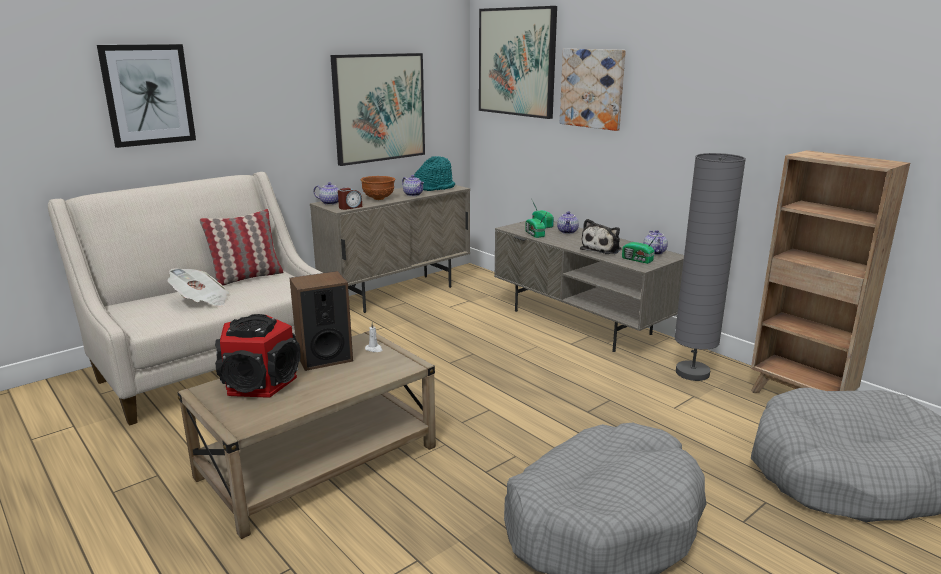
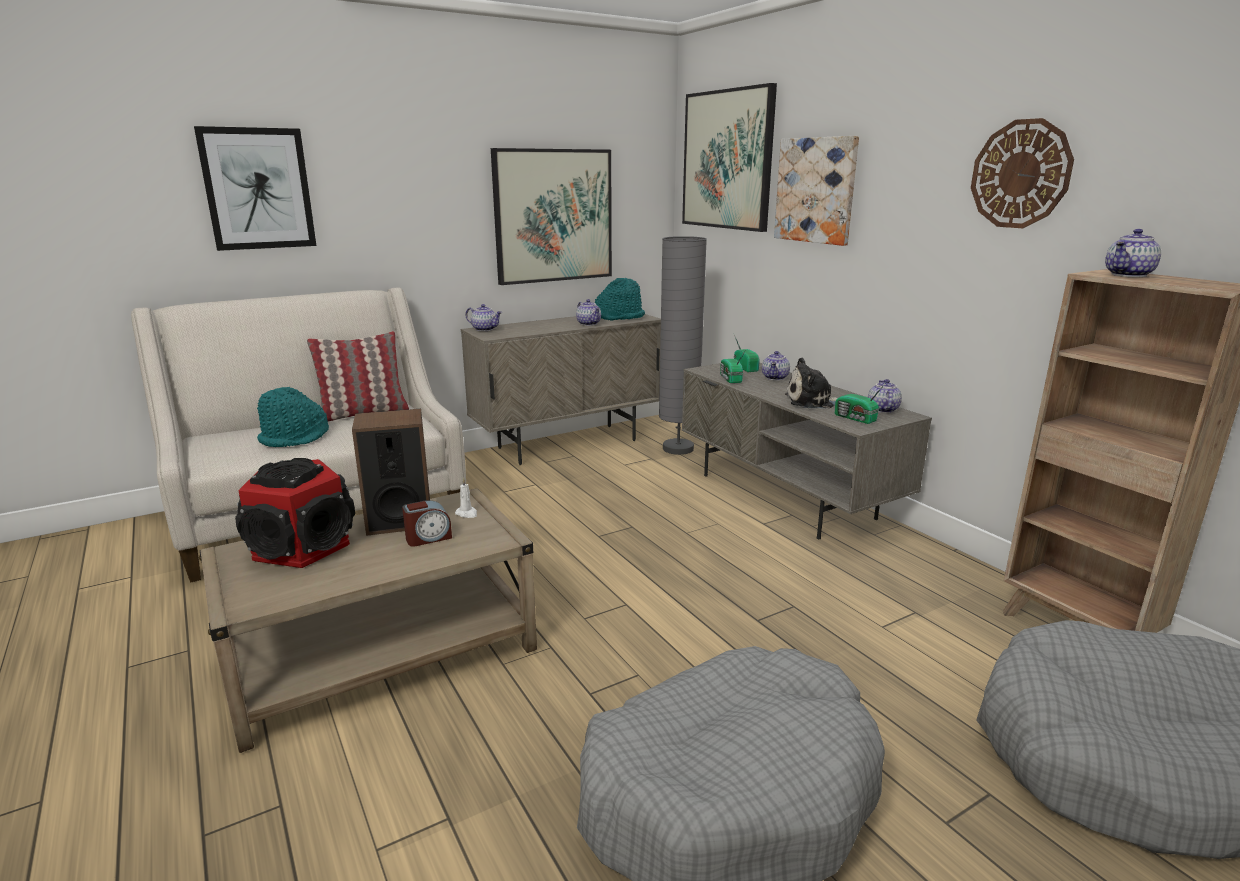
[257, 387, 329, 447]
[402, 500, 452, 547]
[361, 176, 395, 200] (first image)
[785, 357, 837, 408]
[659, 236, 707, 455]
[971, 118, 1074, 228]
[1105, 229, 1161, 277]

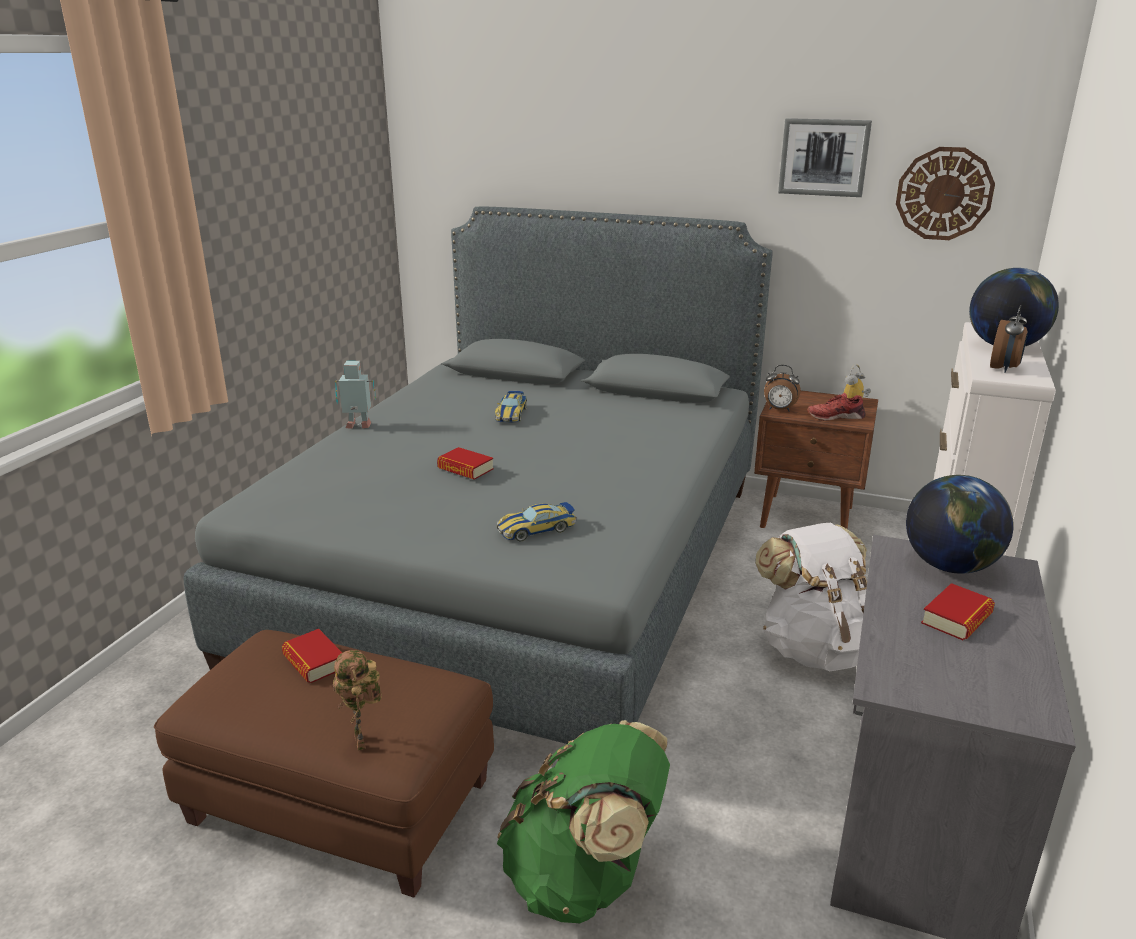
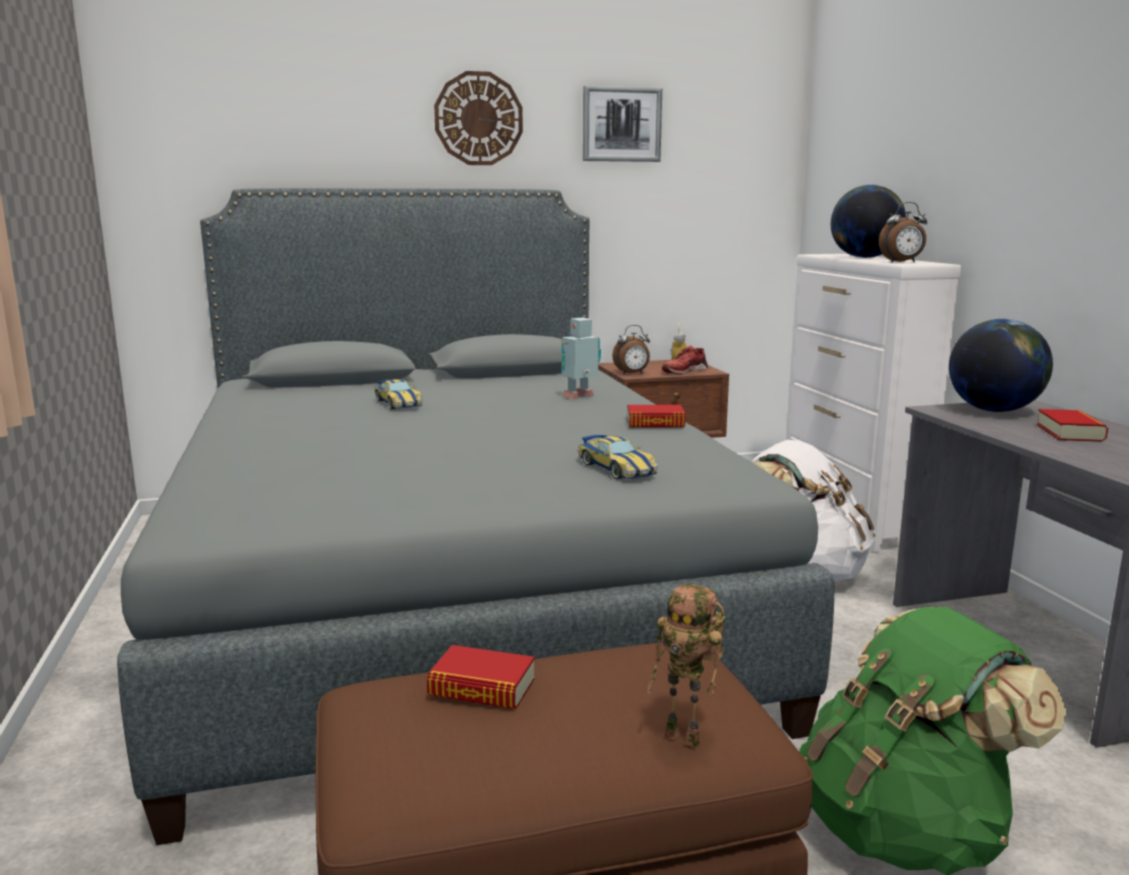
[561, 317, 601, 399]
[627, 405, 685, 427]
[578, 435, 658, 479]
[434, 71, 523, 165]
[879, 202, 927, 262]

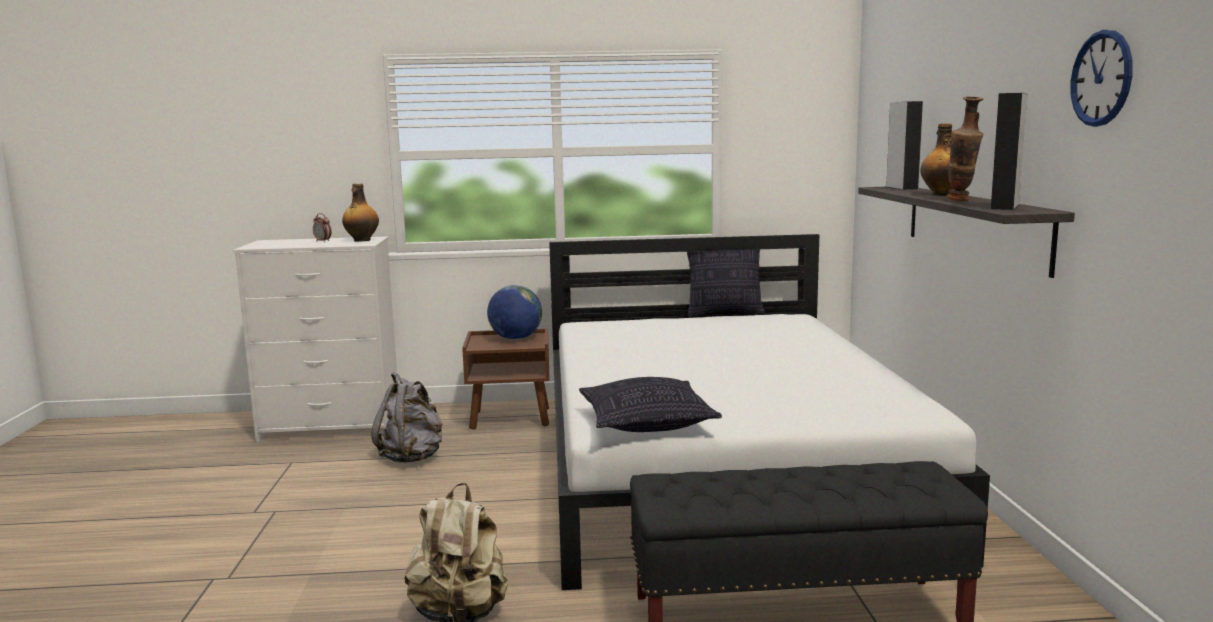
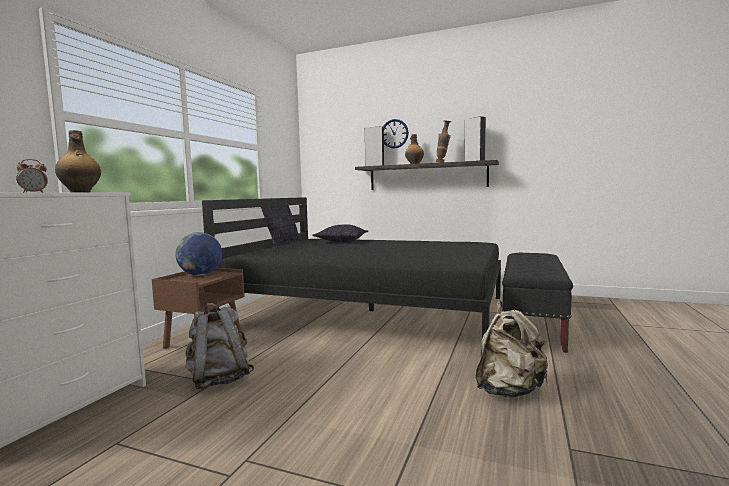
[202, 197, 501, 338]
[312, 224, 368, 242]
[383, 119, 409, 149]

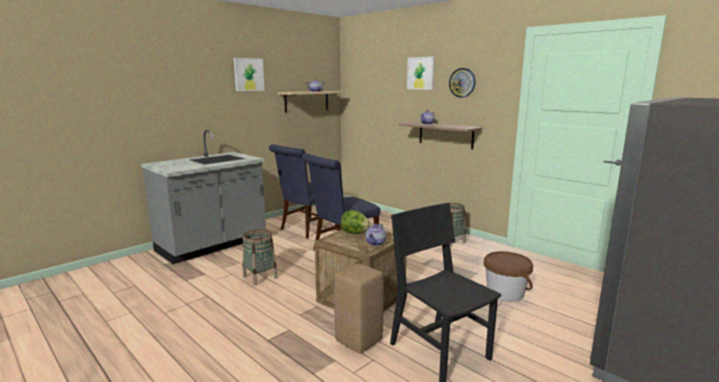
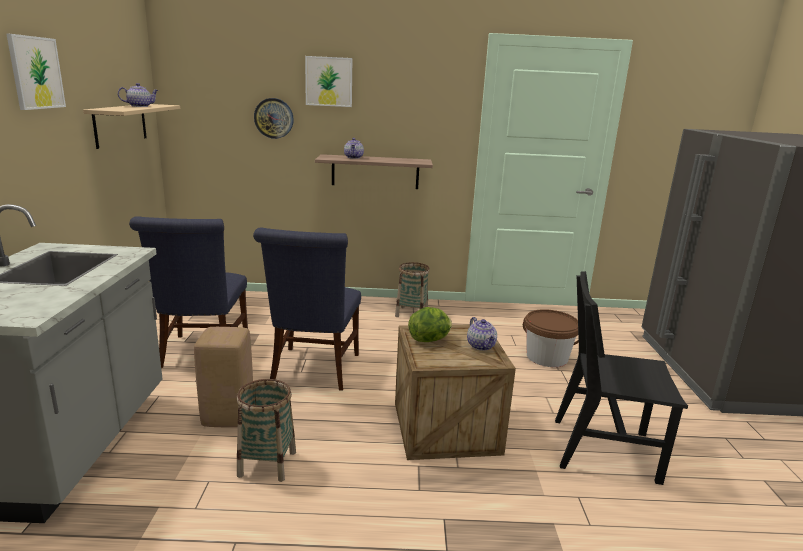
[194, 327, 253, 428]
[254, 98, 294, 139]

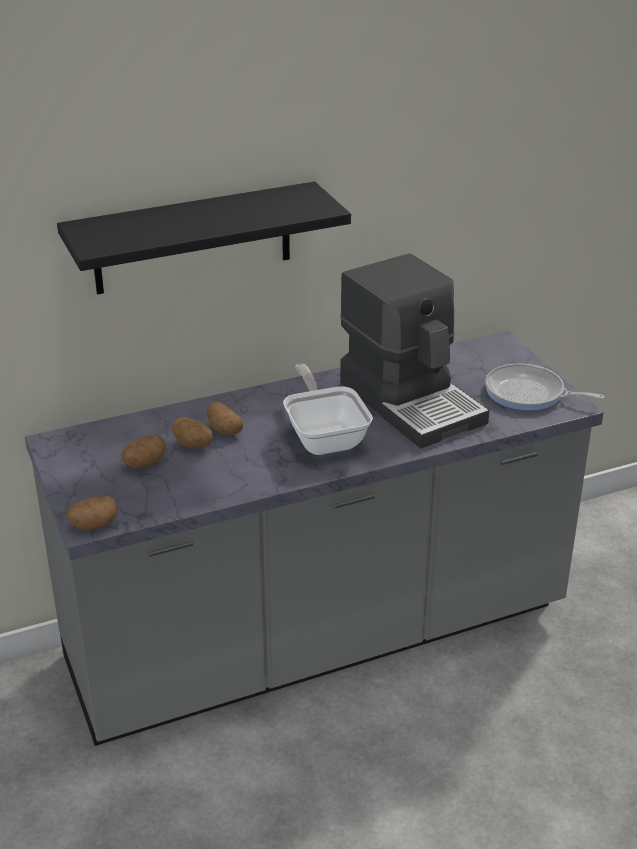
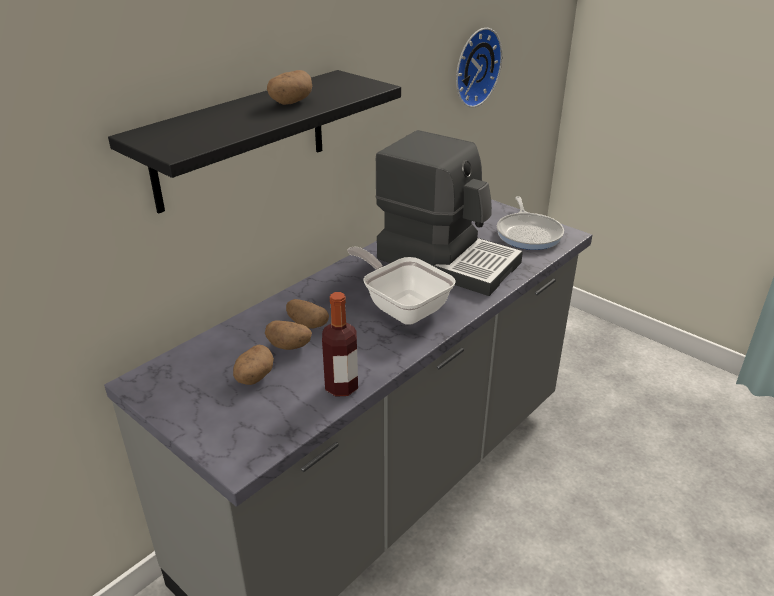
[267, 70, 312, 105]
[497, 196, 564, 250]
[322, 292, 358, 397]
[456, 28, 502, 108]

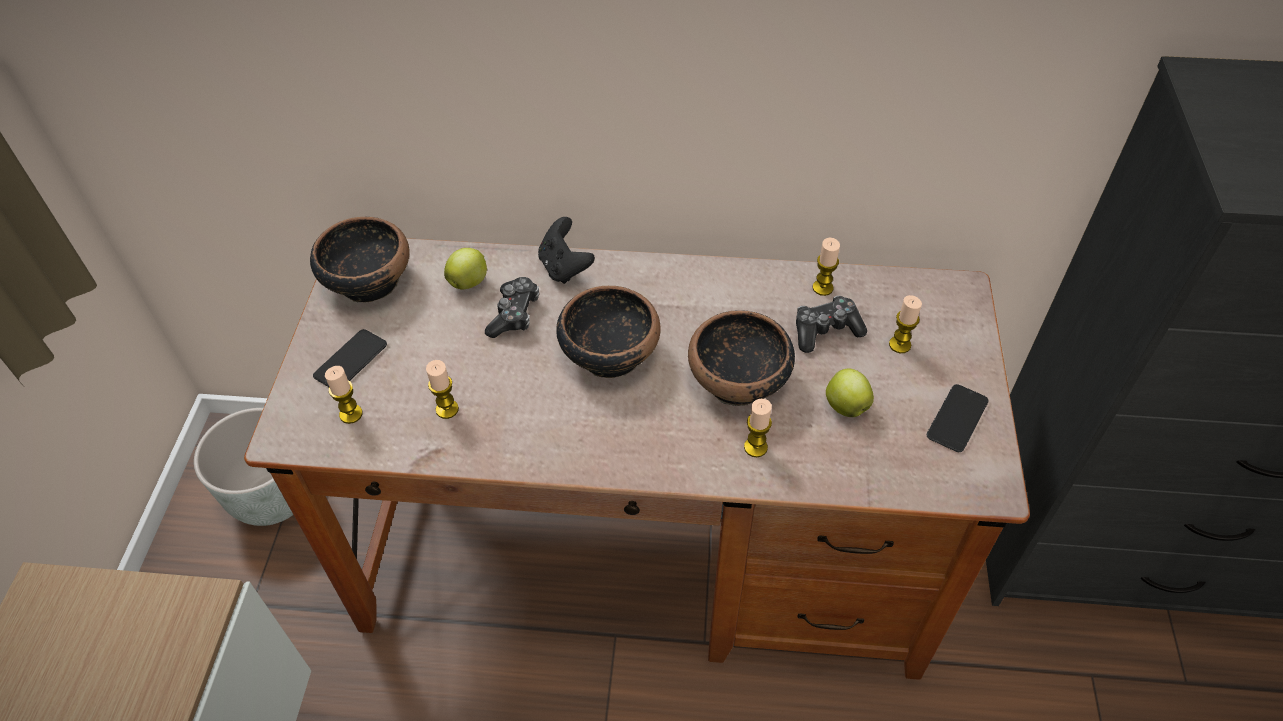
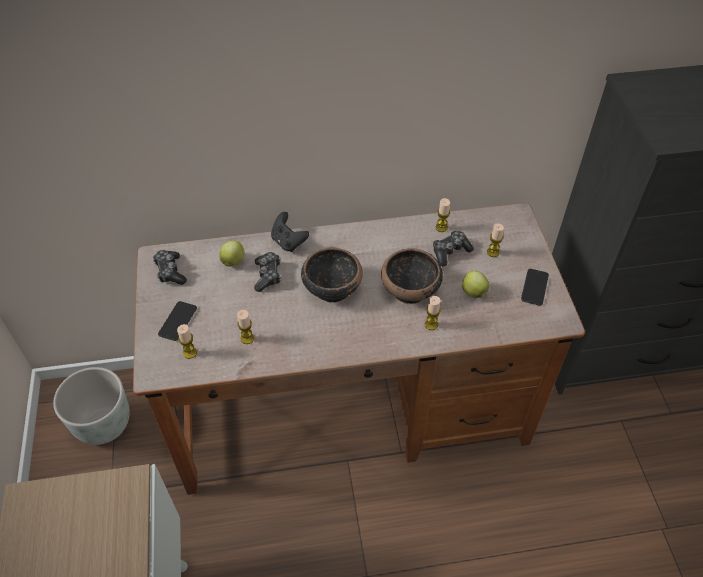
[152, 250, 187, 285]

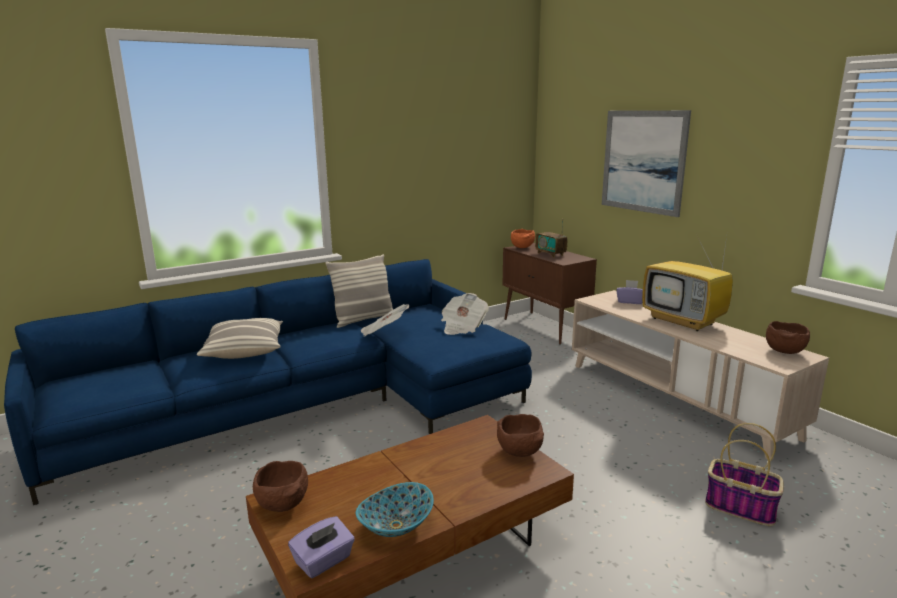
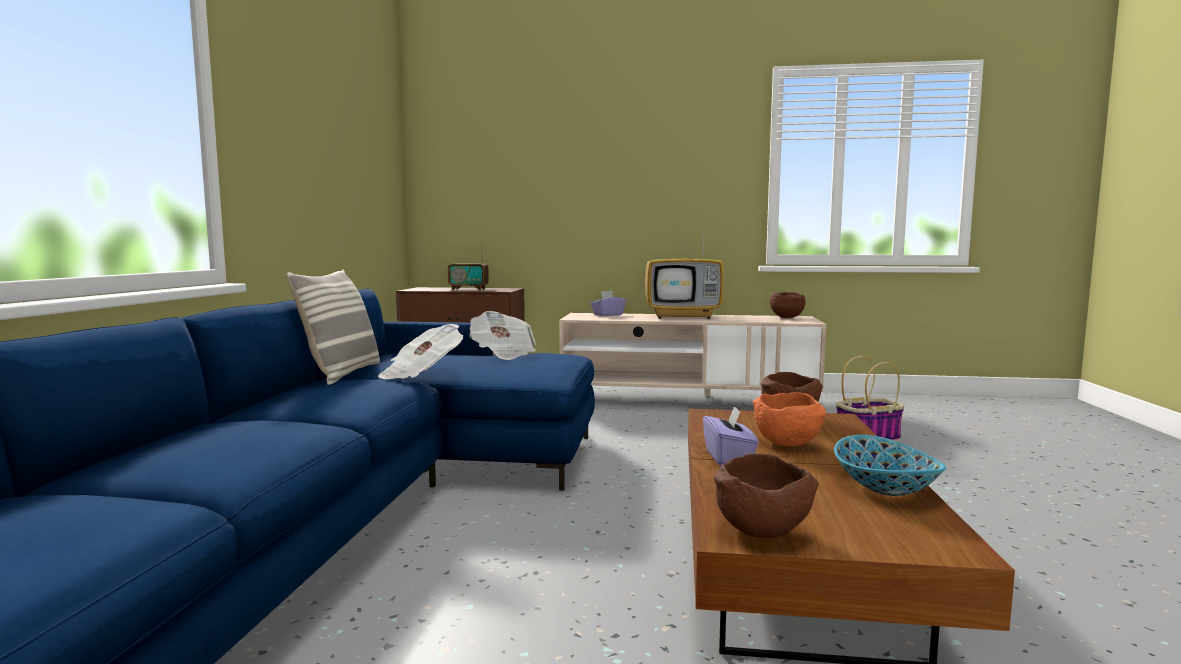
[197, 318, 283, 359] (first image)
[703, 405, 759, 466]
[753, 392, 826, 446]
[602, 110, 691, 217] (first image)

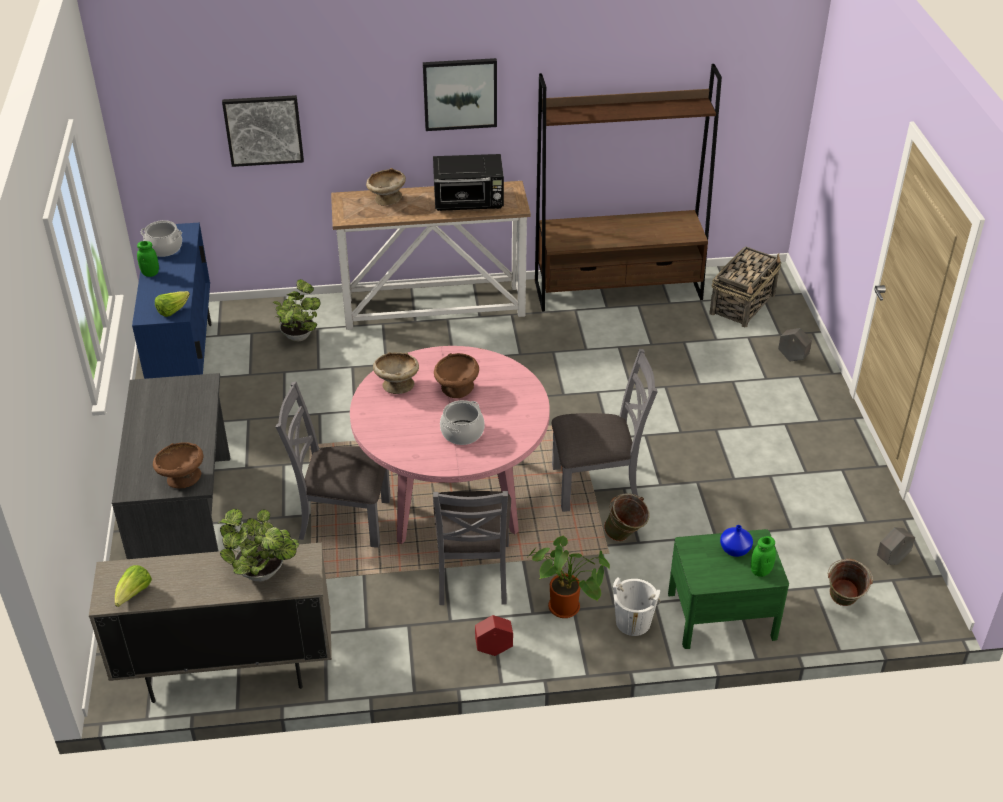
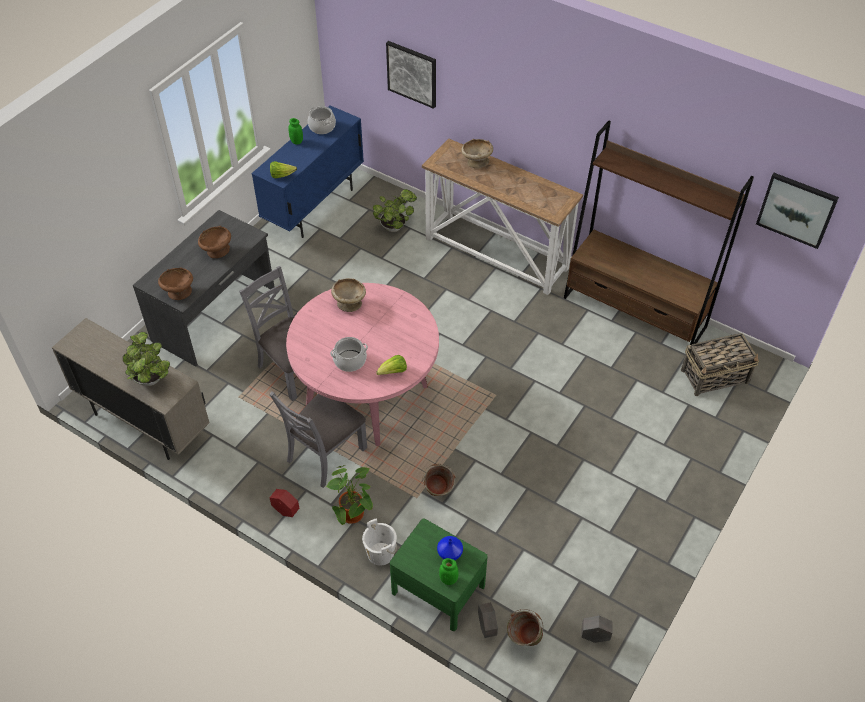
[376, 355, 407, 375]
[756, 173, 839, 249]
[433, 154, 504, 211] (first image)
[198, 226, 231, 258]
[552, 349, 658, 512] (first image)
[478, 602, 498, 638]

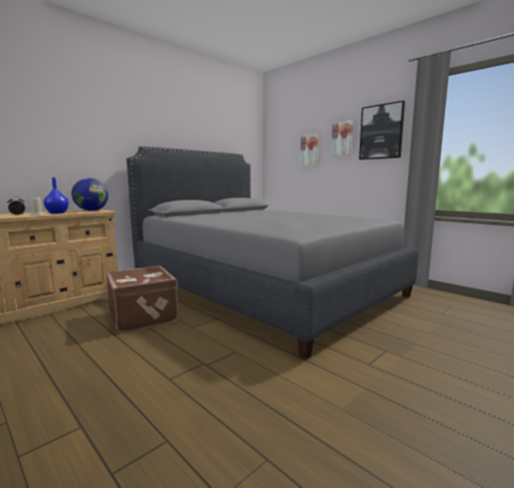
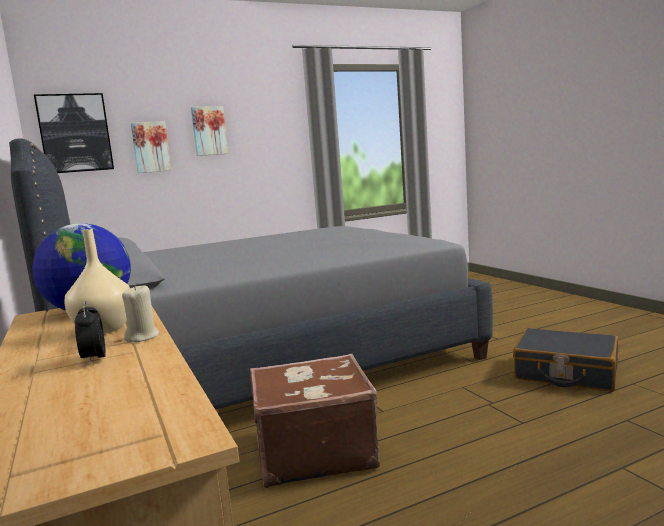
[64, 229, 130, 334]
[34, 93, 114, 173]
[513, 328, 618, 392]

